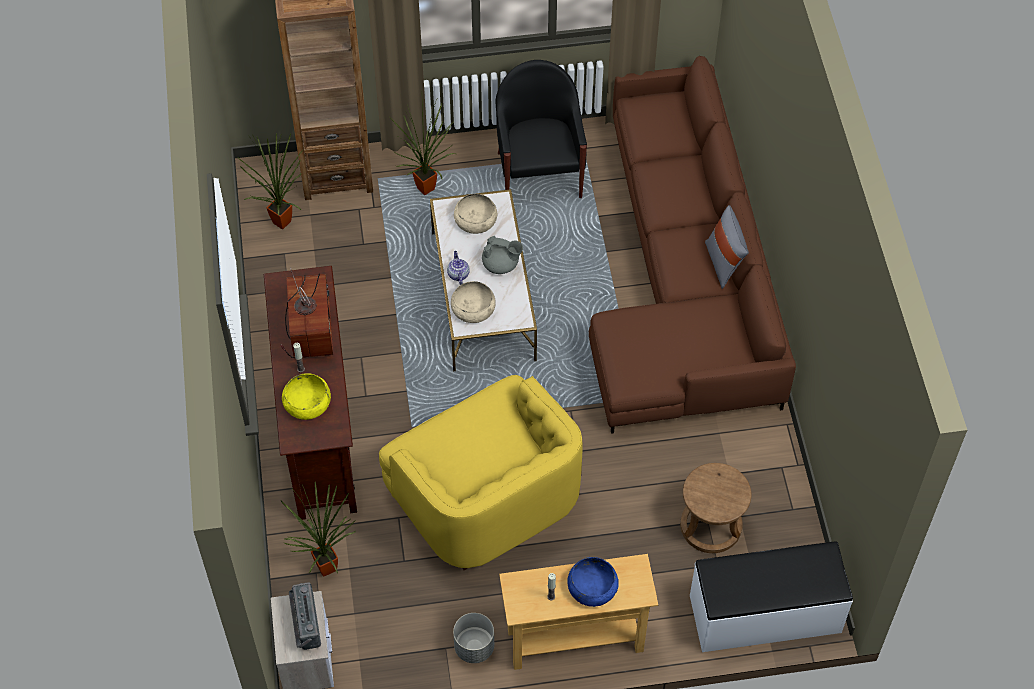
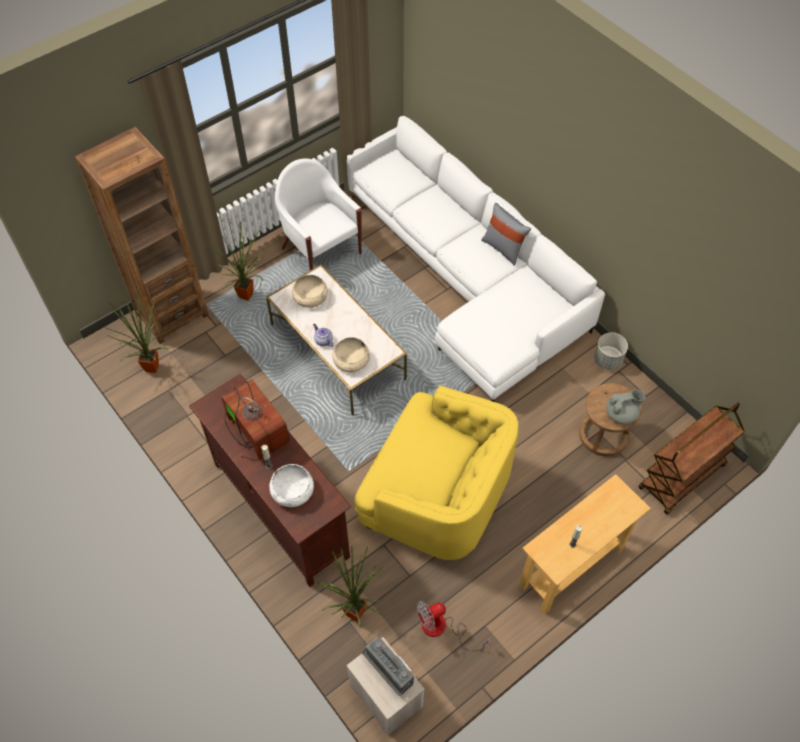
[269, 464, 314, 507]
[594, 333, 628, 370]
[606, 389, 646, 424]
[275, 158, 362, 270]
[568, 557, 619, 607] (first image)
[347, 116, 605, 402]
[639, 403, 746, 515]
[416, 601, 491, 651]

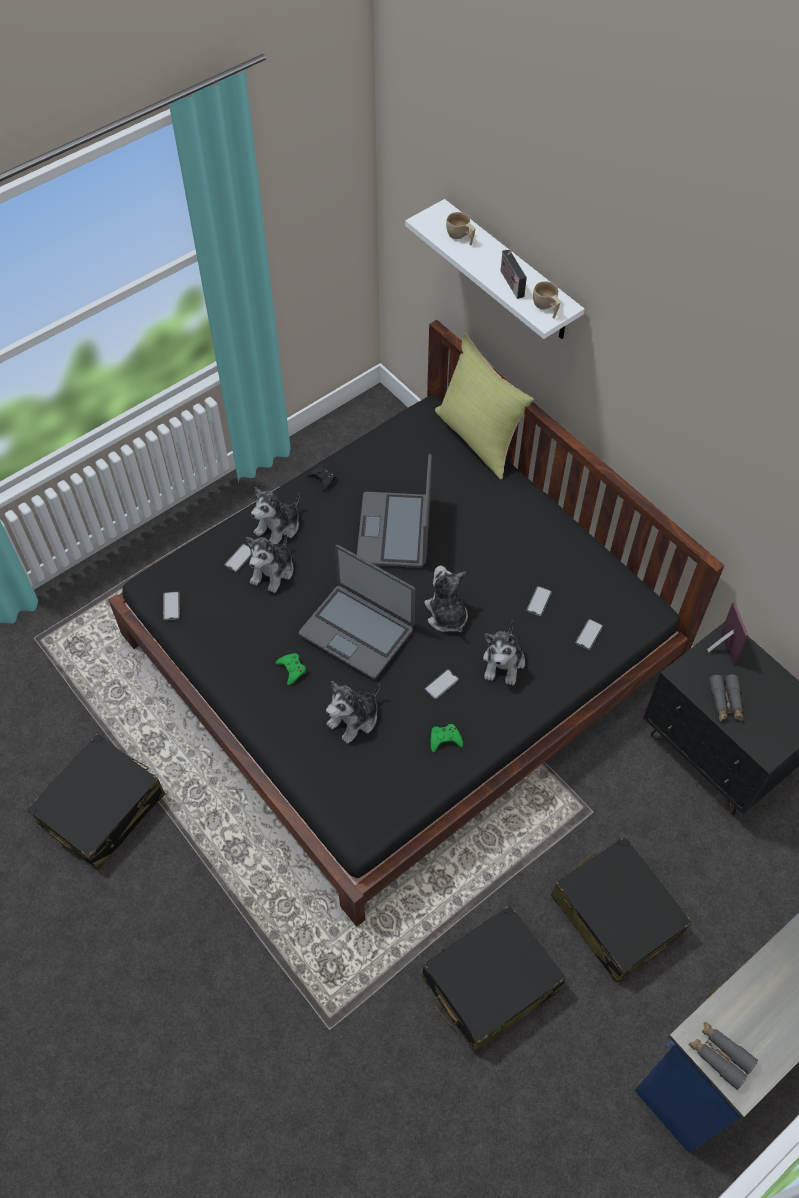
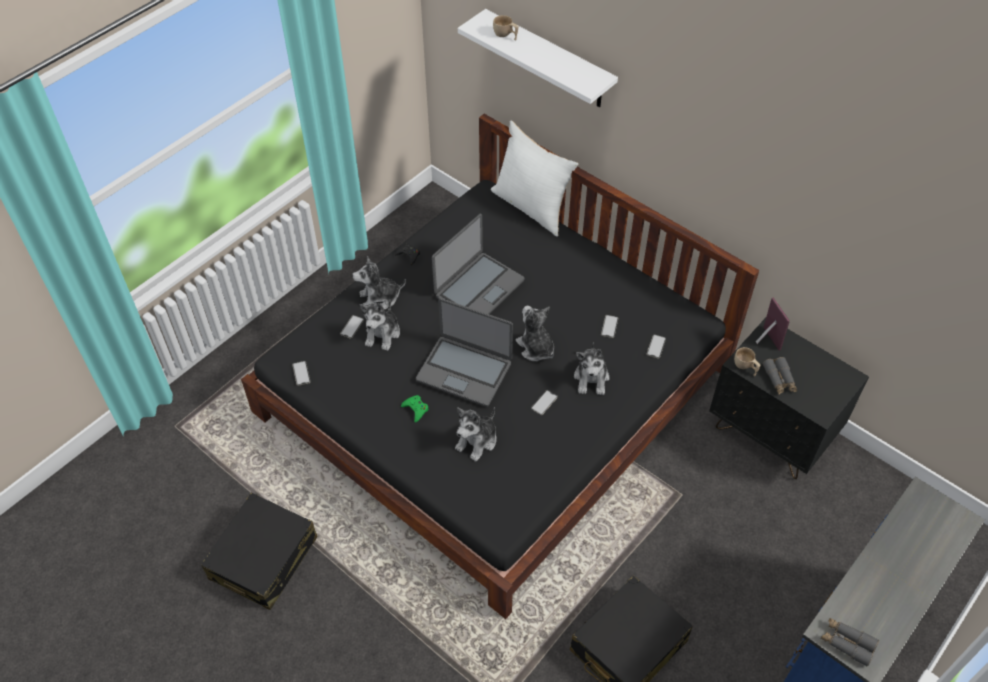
[352, 256, 406, 309]
[432, 214, 524, 314]
[431, 724, 463, 753] (first image)
[491, 120, 578, 237]
[501, 249, 527, 299] (first image)
[734, 347, 760, 376]
[551, 836, 692, 983] (first image)

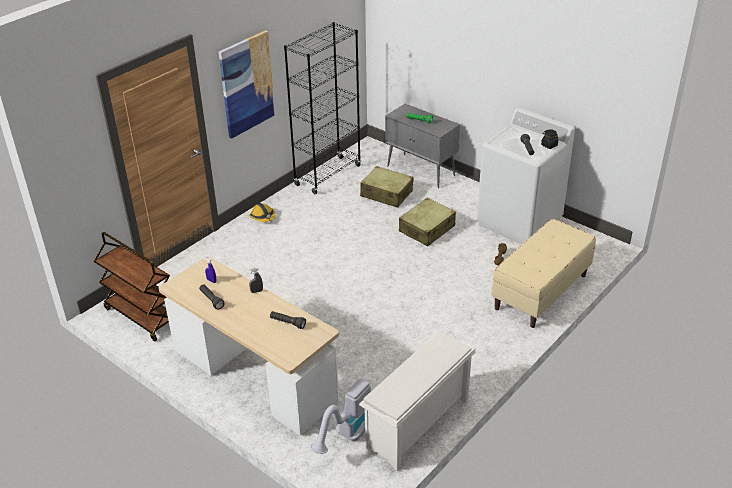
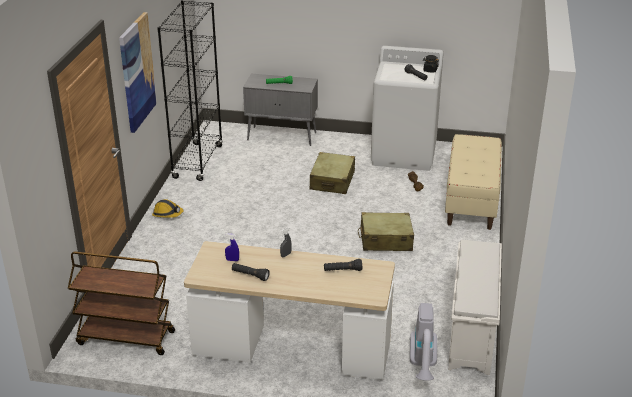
[358, 212, 414, 251]

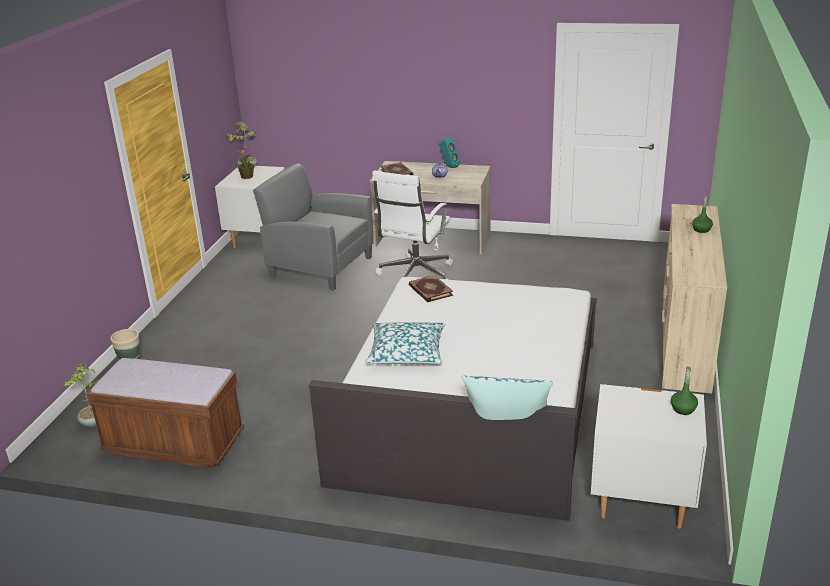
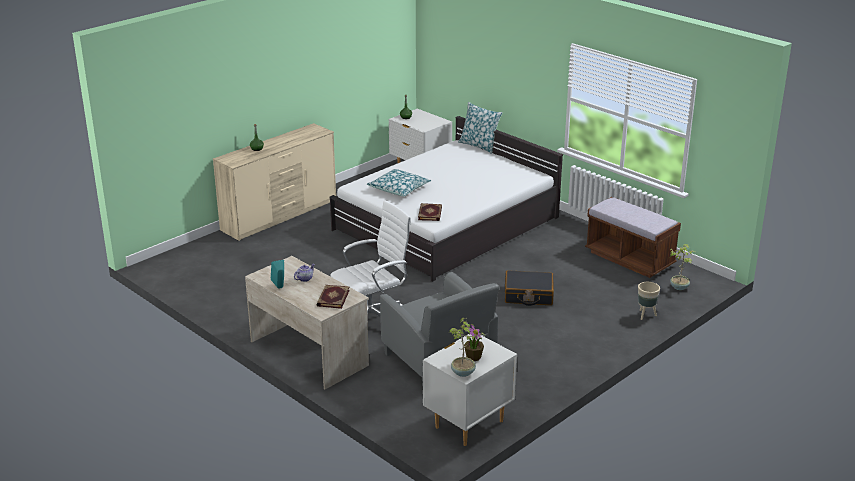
[367, 169, 431, 196]
[505, 270, 554, 306]

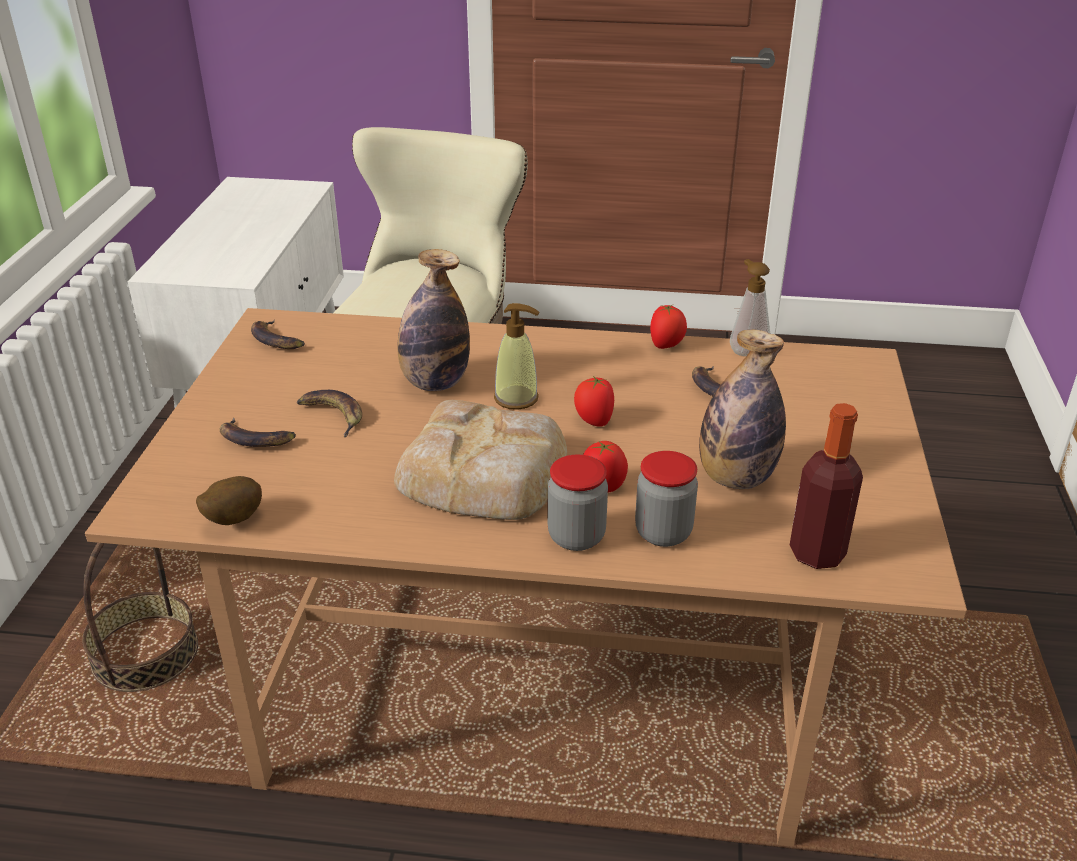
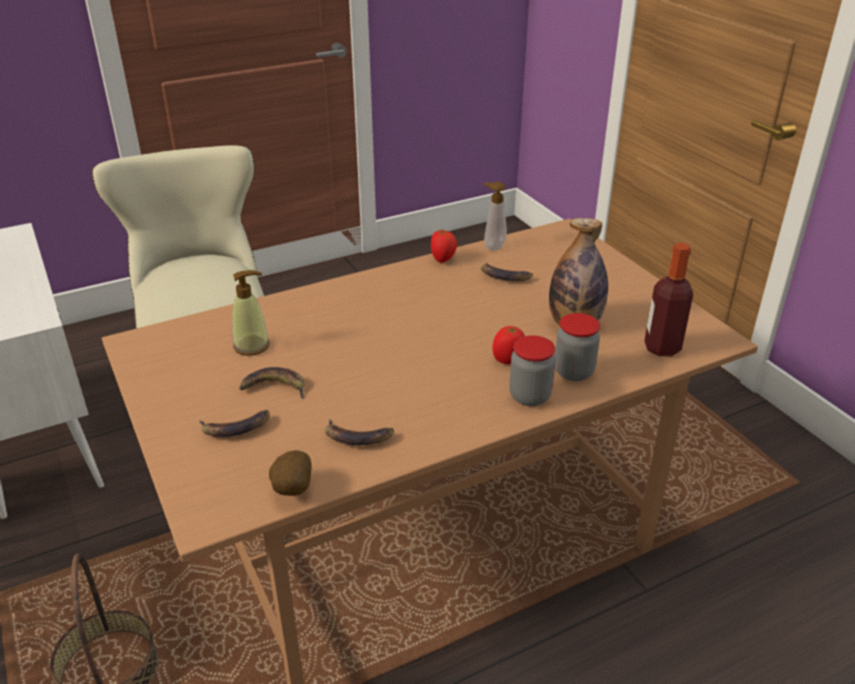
[325, 419, 394, 445]
[394, 400, 567, 520] (first image)
[397, 249, 470, 391] (first image)
[232, 270, 270, 356]
[574, 376, 614, 427] (first image)

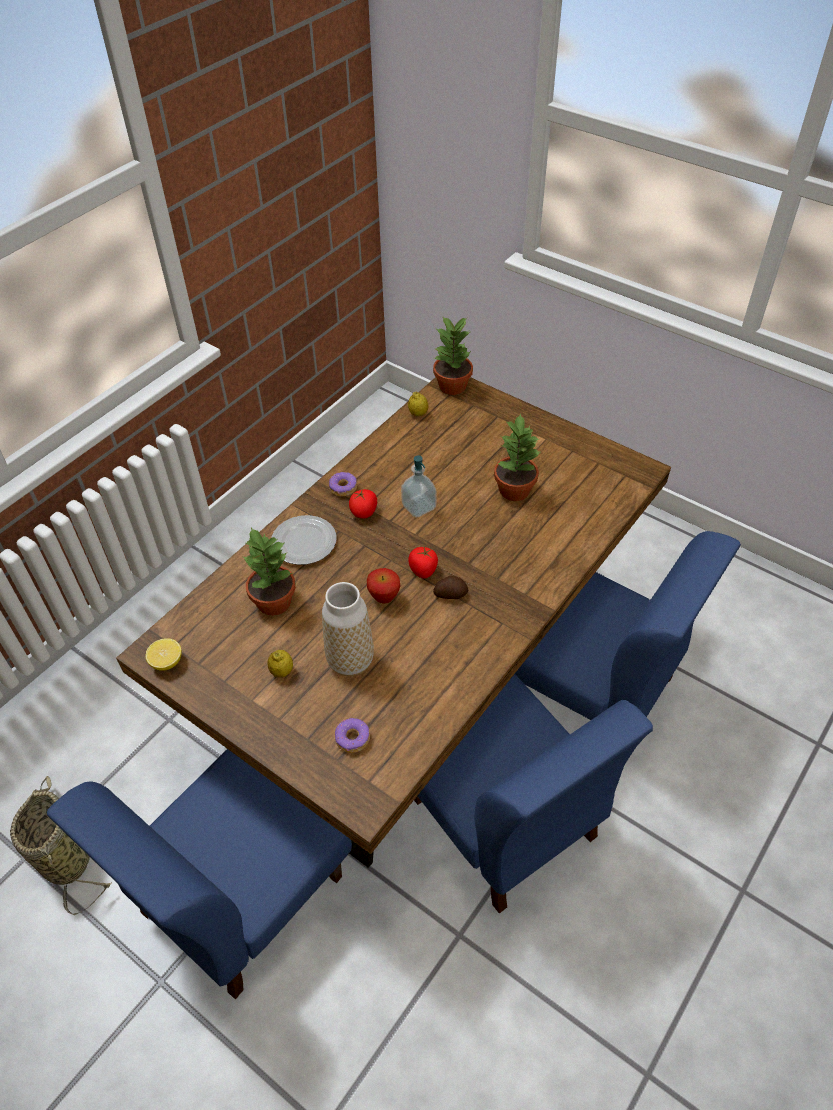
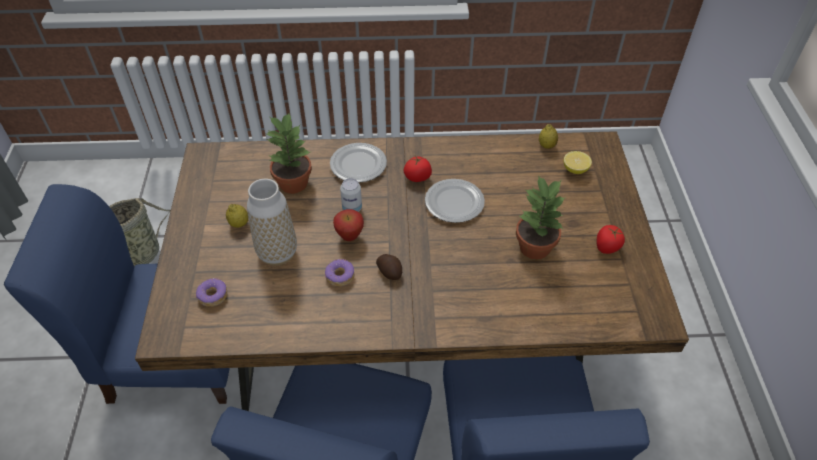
[563, 151, 592, 174]
[325, 259, 354, 286]
[425, 179, 485, 223]
[596, 225, 625, 254]
[433, 317, 473, 395] (first image)
[340, 178, 362, 212]

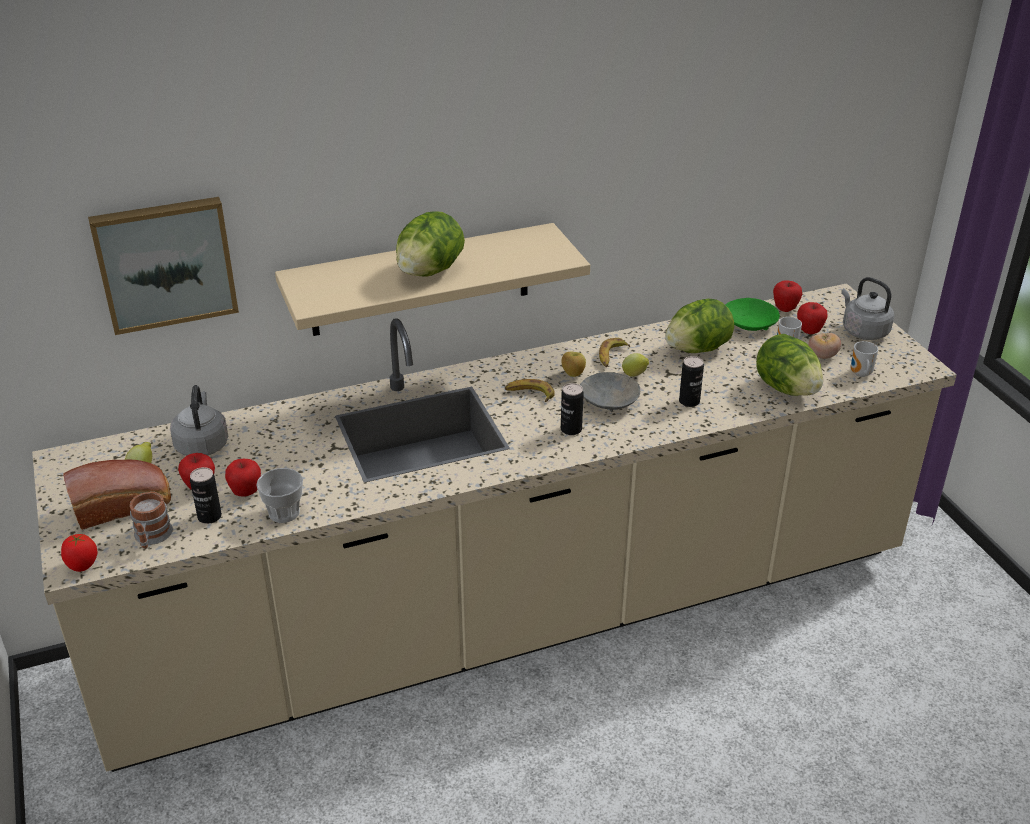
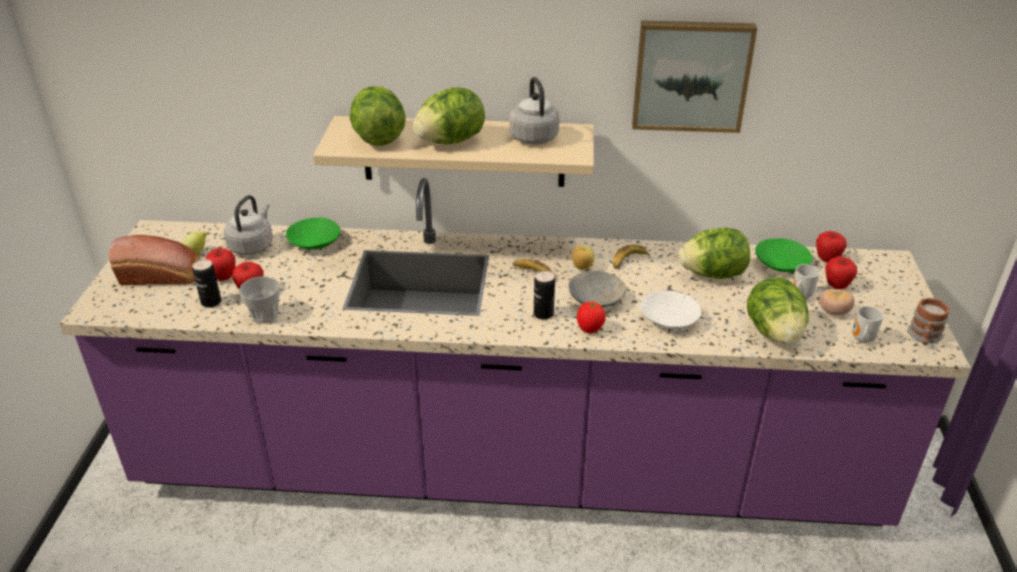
[59, 178, 971, 526]
[577, 302, 606, 333]
[632, 21, 757, 133]
[908, 298, 950, 345]
[622, 353, 649, 377] (first image)
[640, 290, 702, 331]
[509, 77, 559, 144]
[286, 218, 340, 250]
[350, 86, 406, 146]

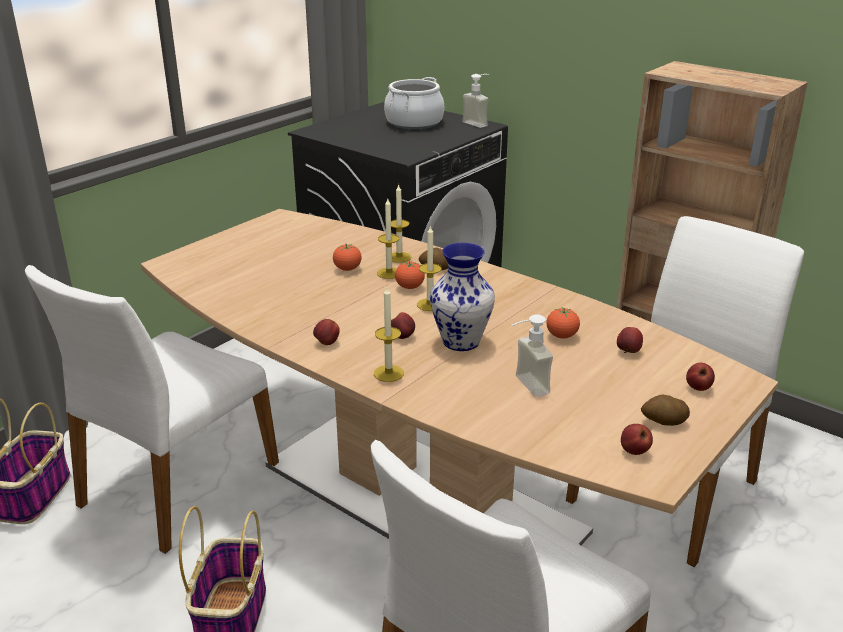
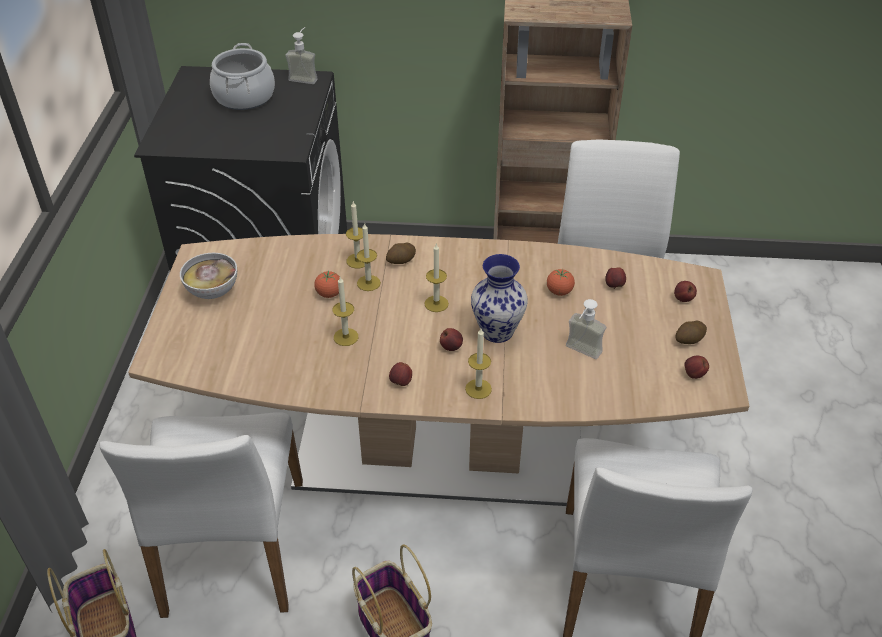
[395, 261, 425, 289] (first image)
[180, 253, 237, 299]
[333, 277, 358, 346]

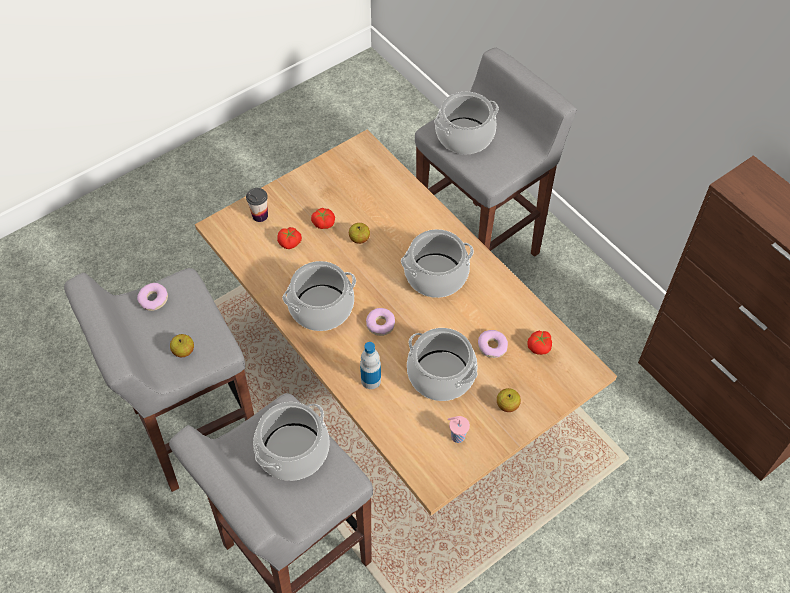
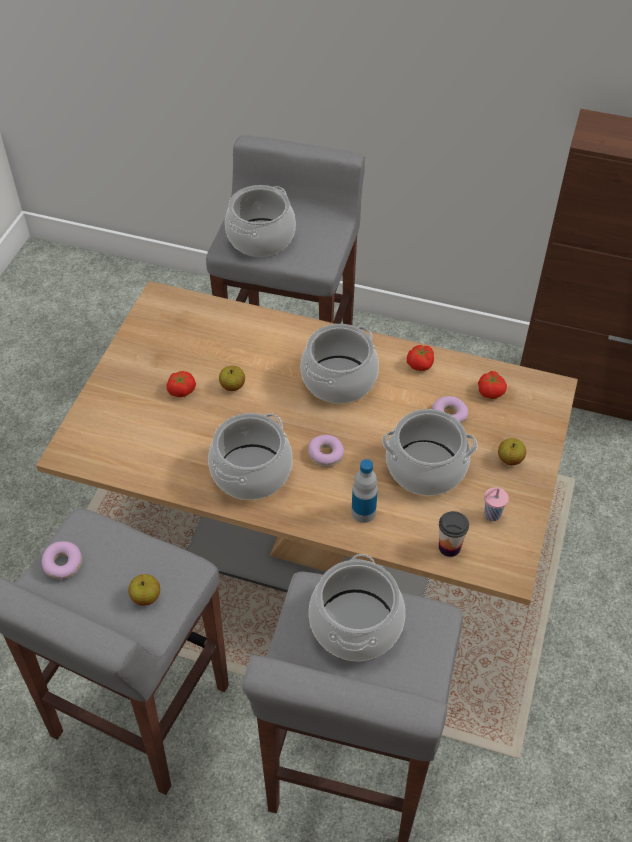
[439, 511, 469, 557]
[407, 345, 434, 371]

